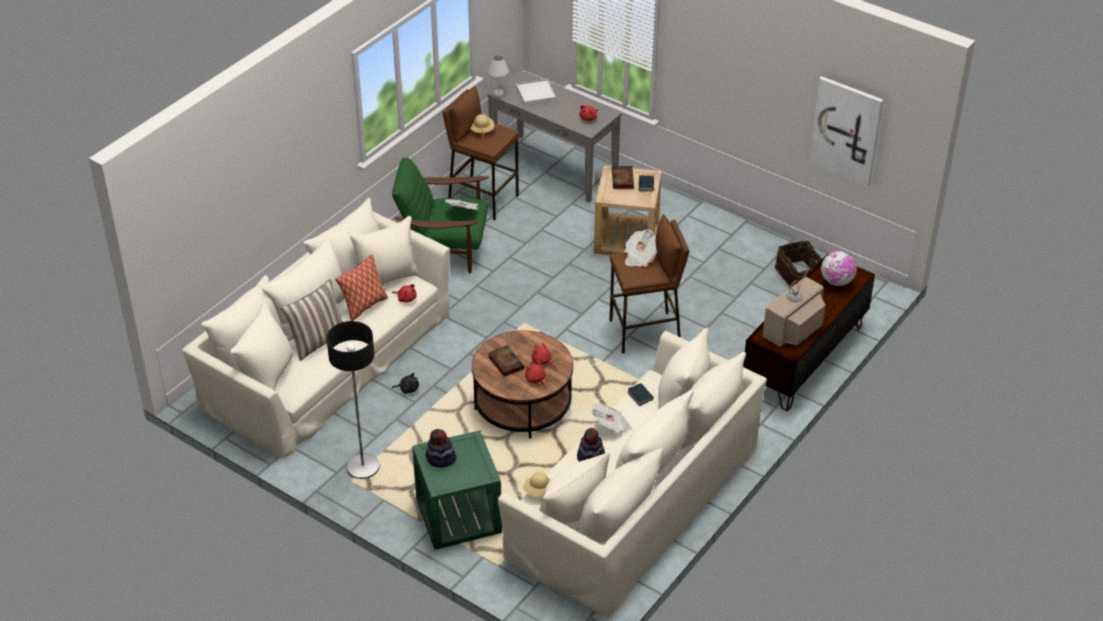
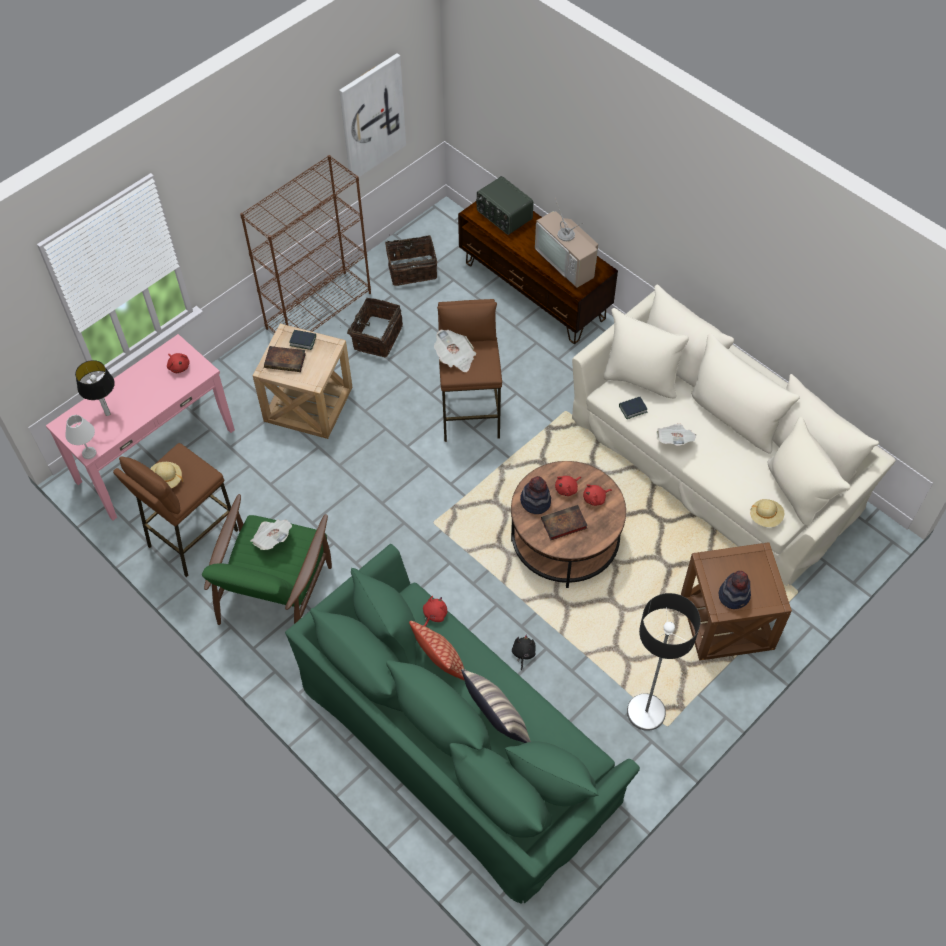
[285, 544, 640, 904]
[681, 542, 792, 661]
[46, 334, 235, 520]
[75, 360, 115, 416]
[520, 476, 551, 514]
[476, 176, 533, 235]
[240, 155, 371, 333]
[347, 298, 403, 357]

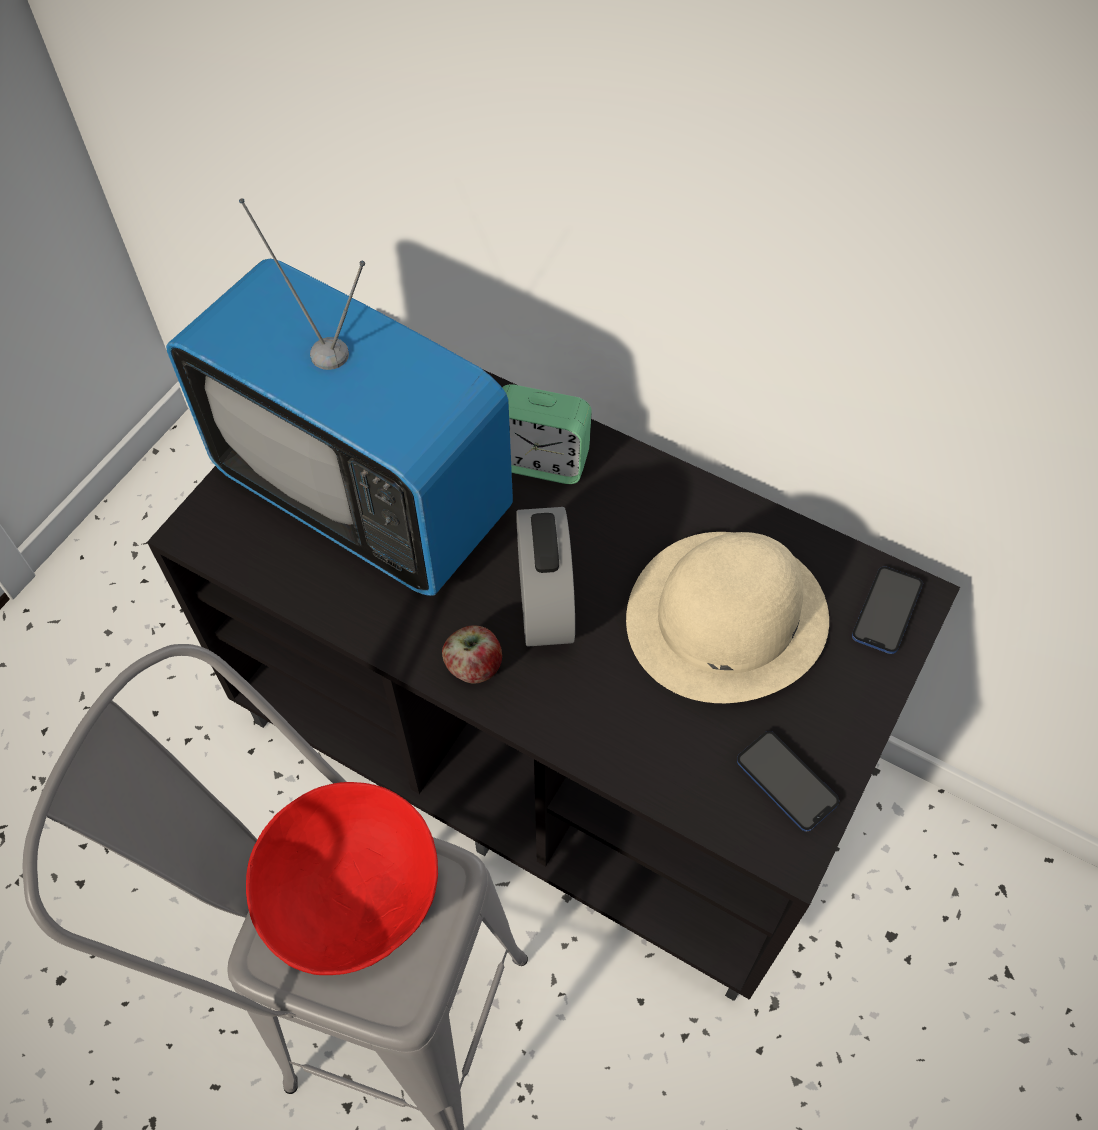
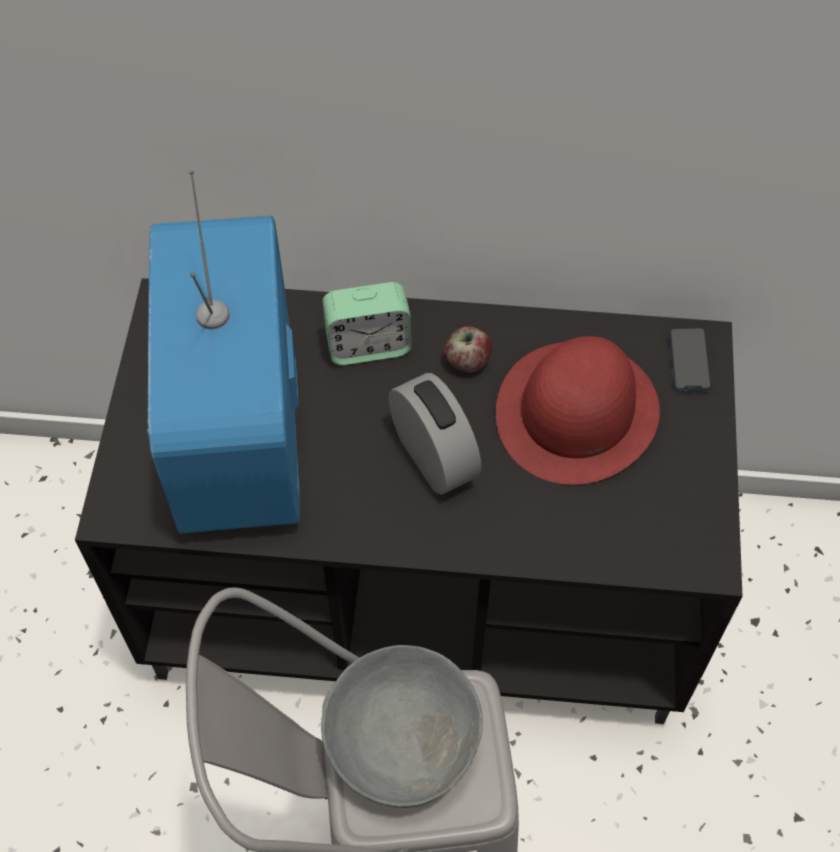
[147, 171, 300, 534]
[321, 645, 483, 808]
[445, 326, 492, 372]
[496, 336, 660, 485]
[737, 731, 839, 831] (first image)

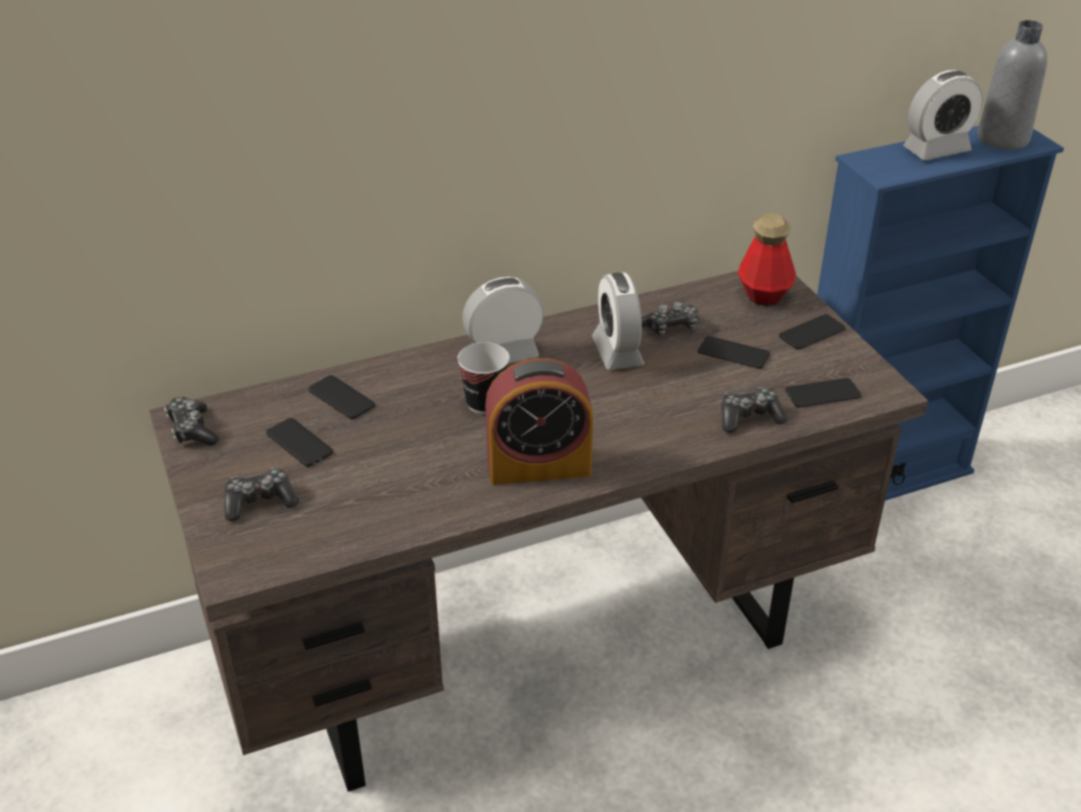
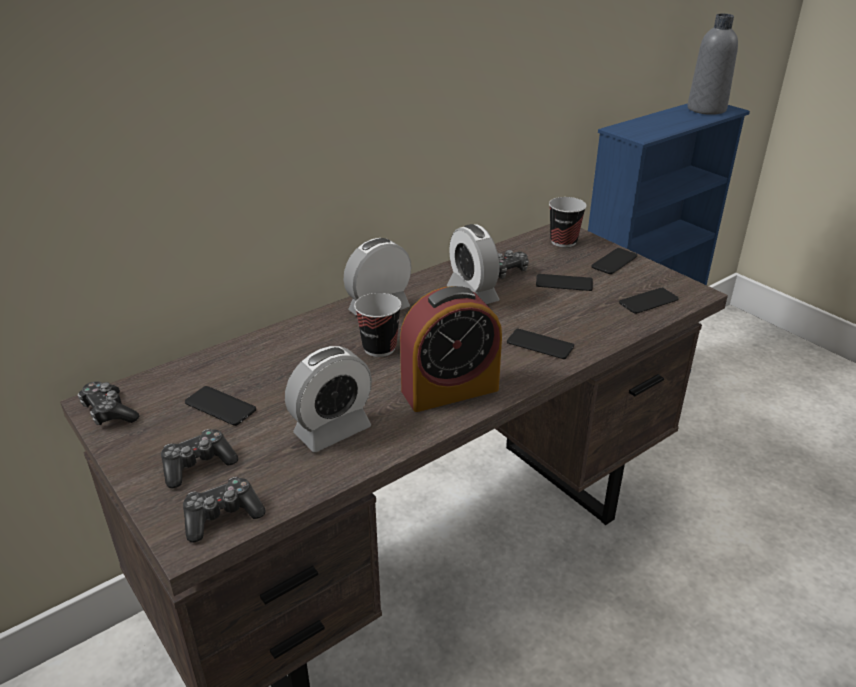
[507, 328, 574, 359]
[183, 477, 265, 543]
[549, 197, 587, 247]
[285, 346, 372, 452]

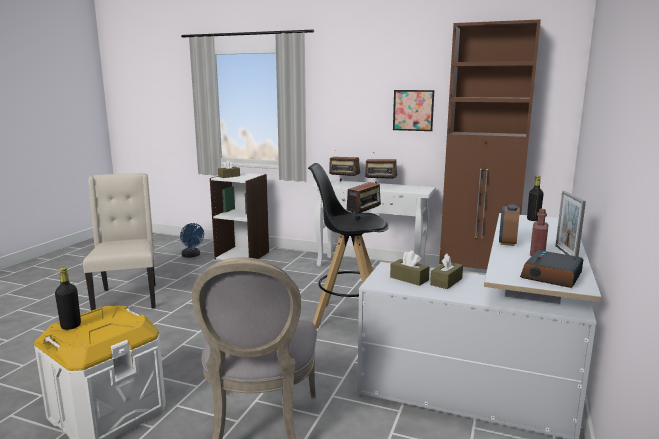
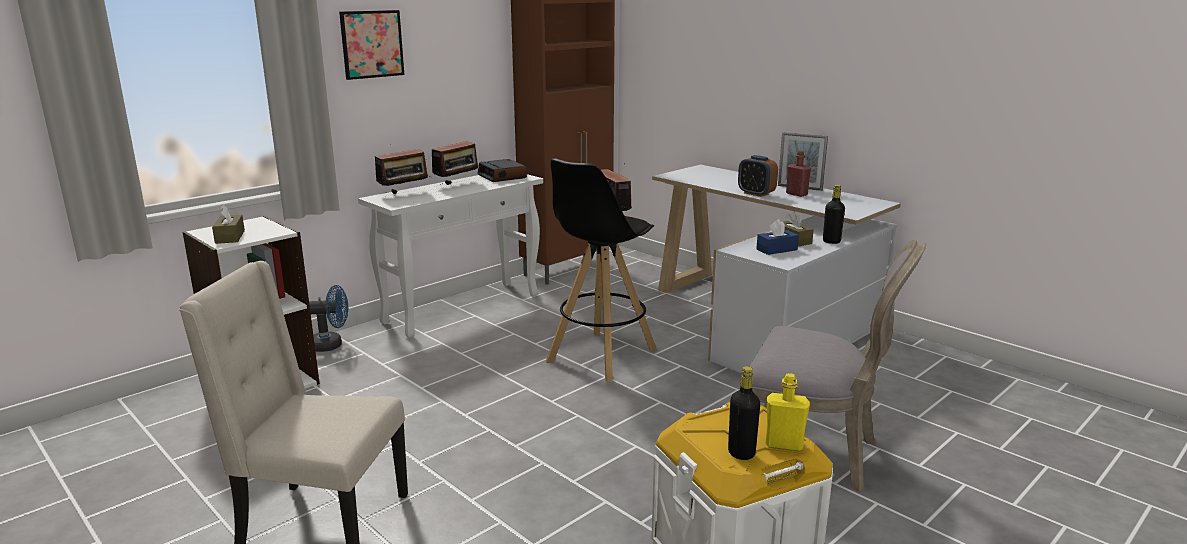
[309, 285, 348, 352]
[756, 219, 799, 255]
[339, 10, 404, 80]
[477, 159, 527, 182]
[823, 185, 845, 244]
[765, 373, 810, 451]

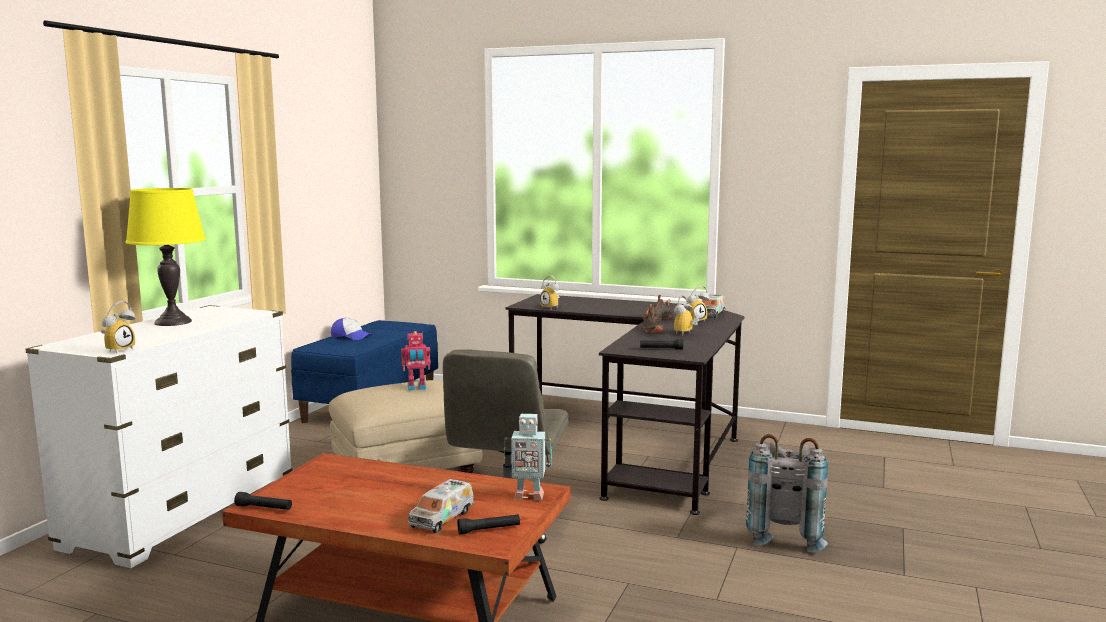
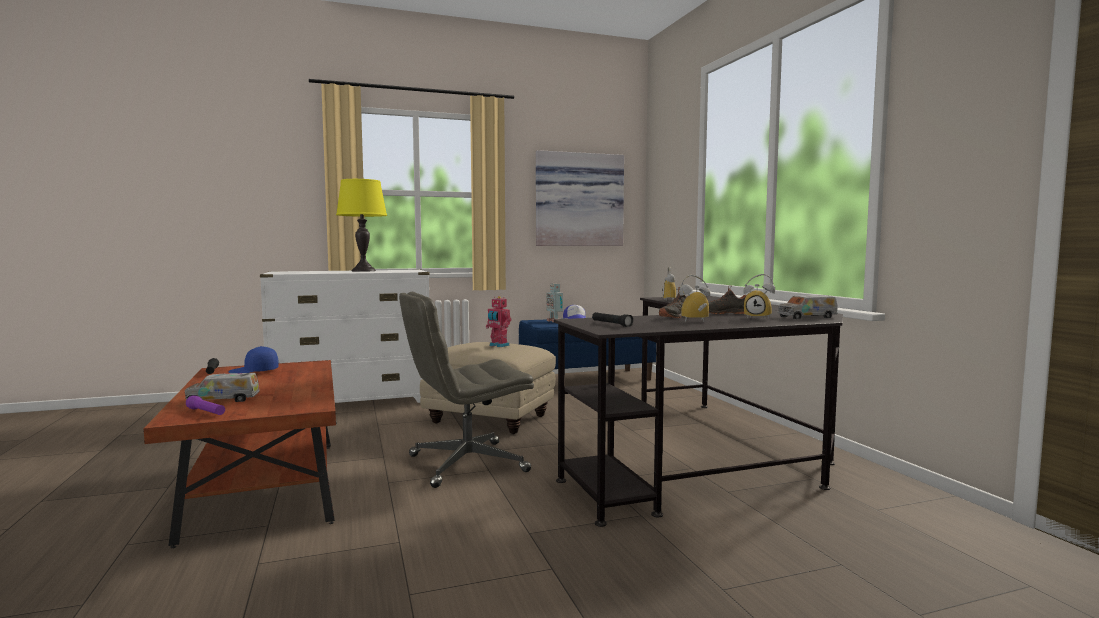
[100, 301, 135, 353] (first image)
[186, 395, 225, 415]
[546, 284, 563, 322]
[746, 434, 828, 552] (first image)
[228, 346, 279, 373]
[536, 150, 624, 246]

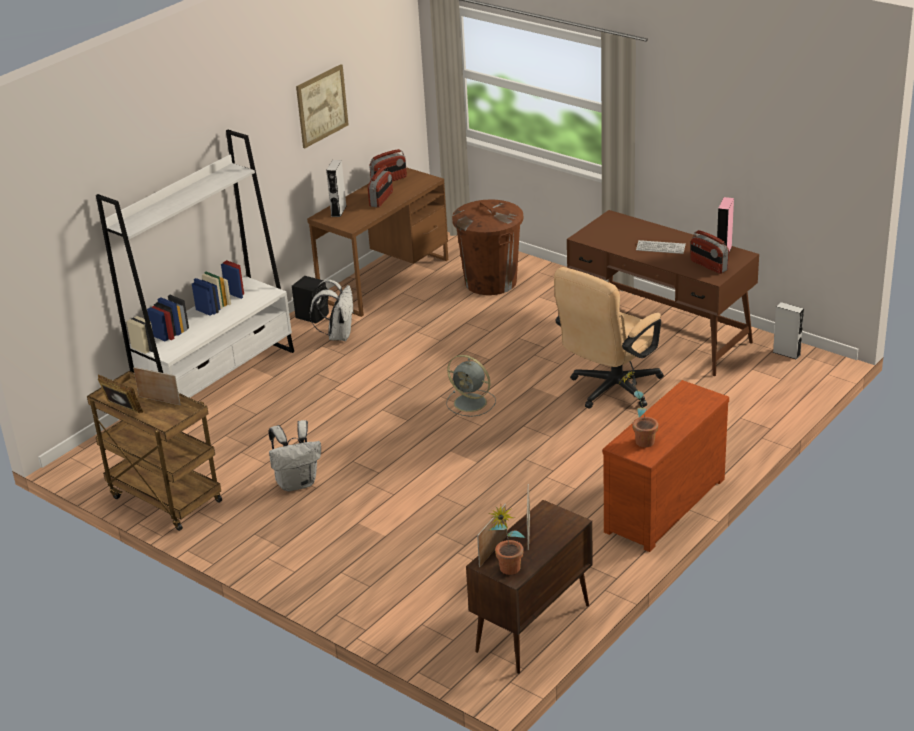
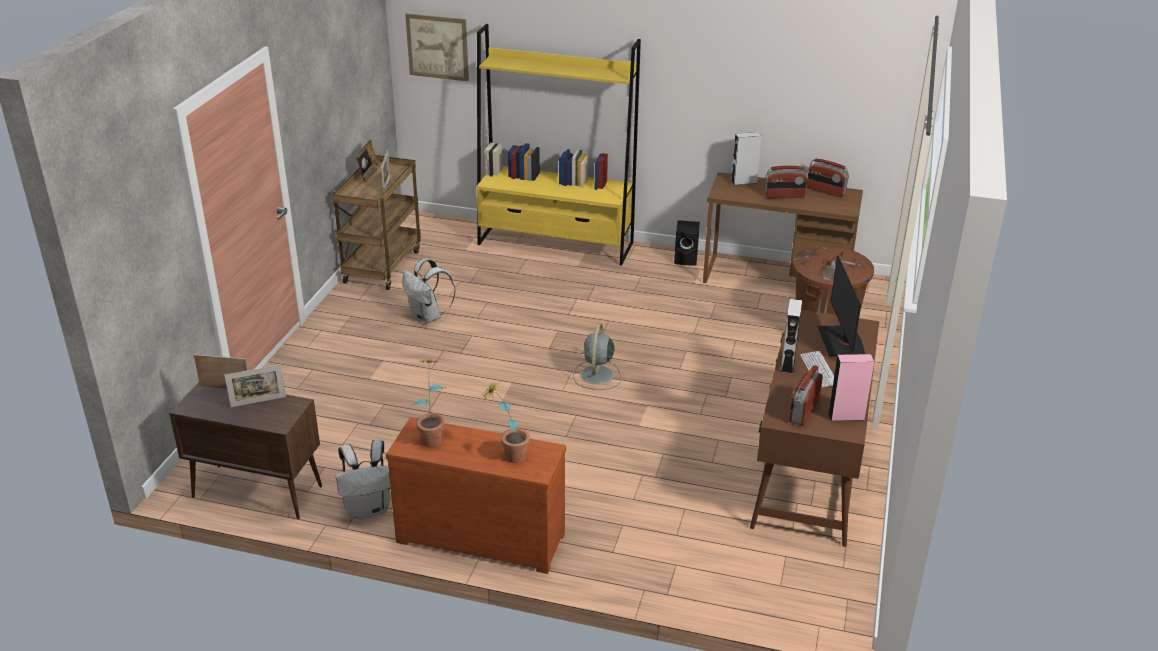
[477, 24, 641, 265]
[405, 13, 469, 81]
[336, 440, 391, 519]
[483, 381, 530, 463]
[554, 267, 664, 409] (first image)
[780, 299, 802, 374]
[817, 256, 865, 356]

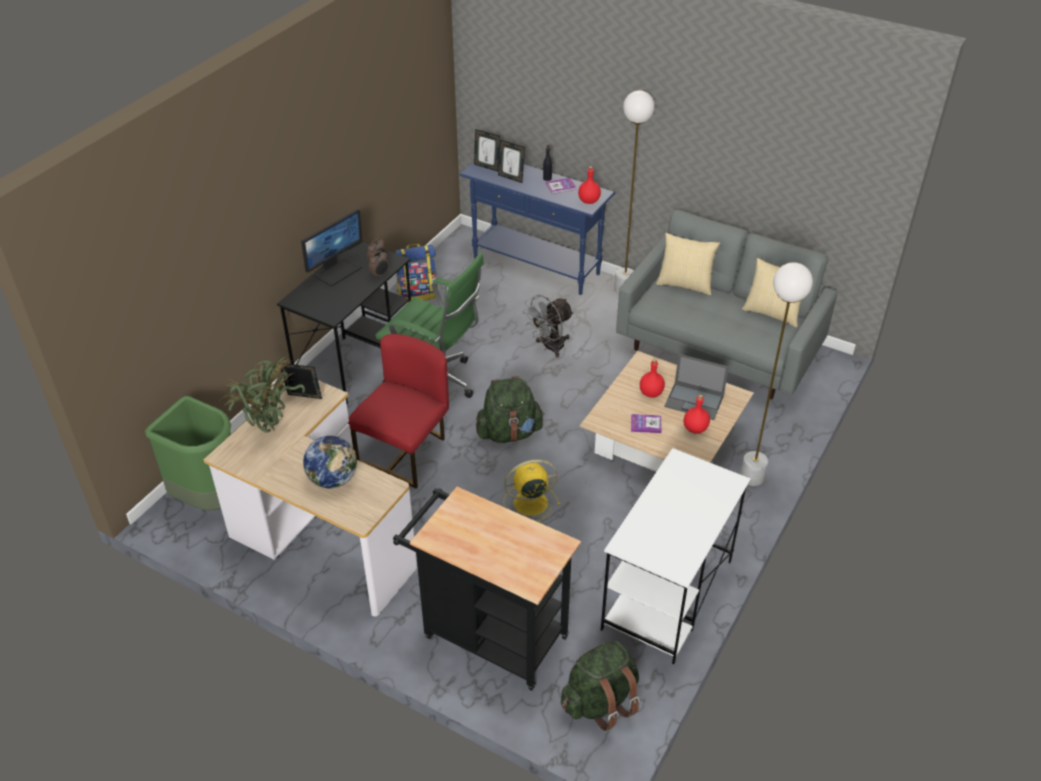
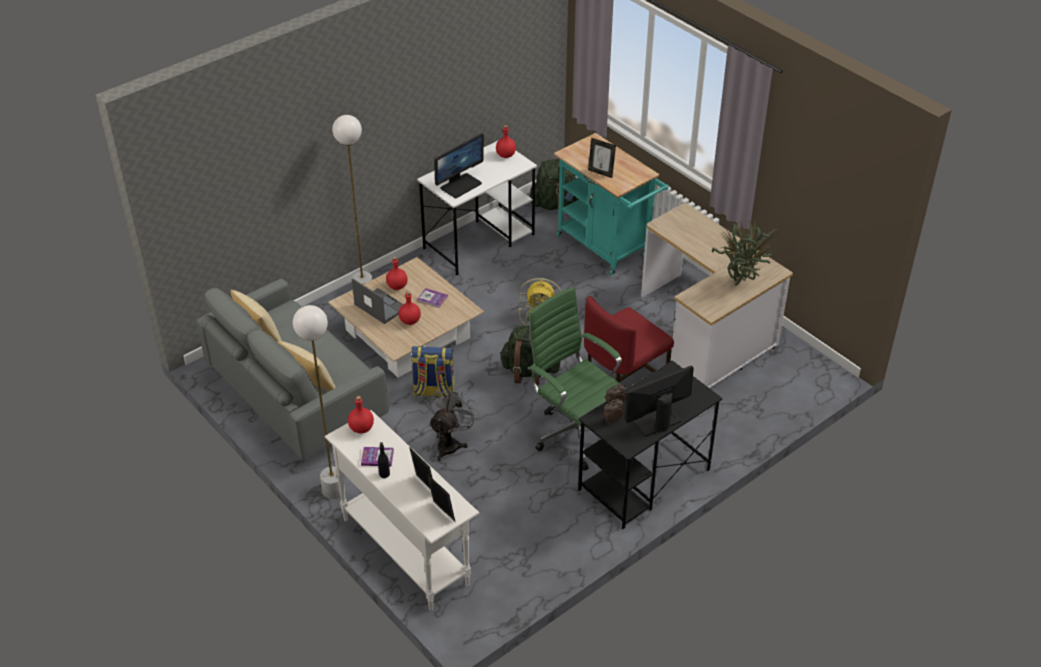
[145, 396, 231, 511] (first image)
[588, 138, 616, 178]
[303, 436, 357, 488] (first image)
[554, 133, 669, 276]
[411, 346, 454, 398]
[325, 410, 479, 611]
[429, 385, 479, 461]
[434, 133, 484, 198]
[496, 125, 516, 158]

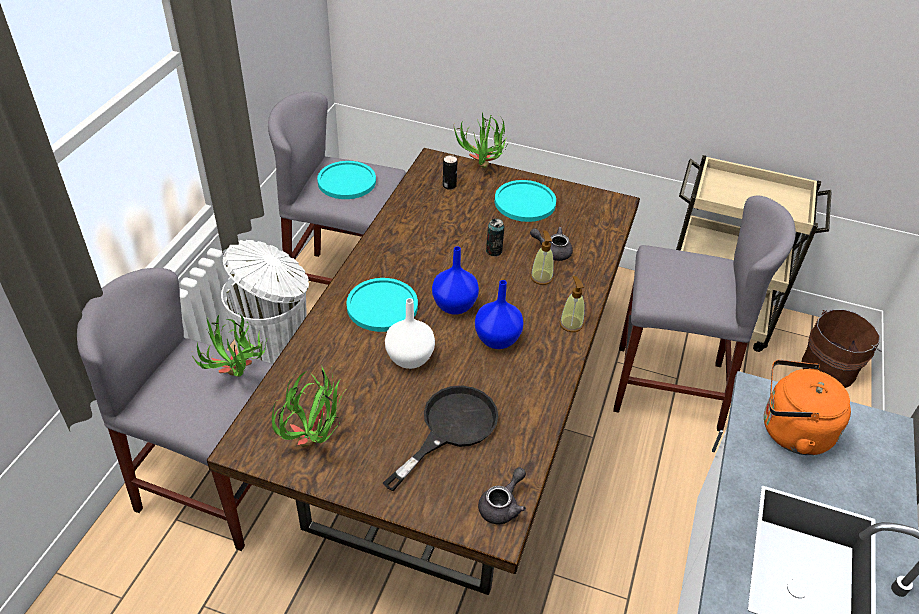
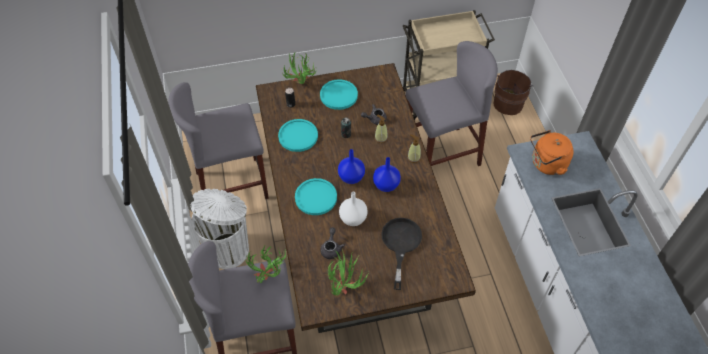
[278, 119, 318, 152]
[320, 227, 345, 259]

